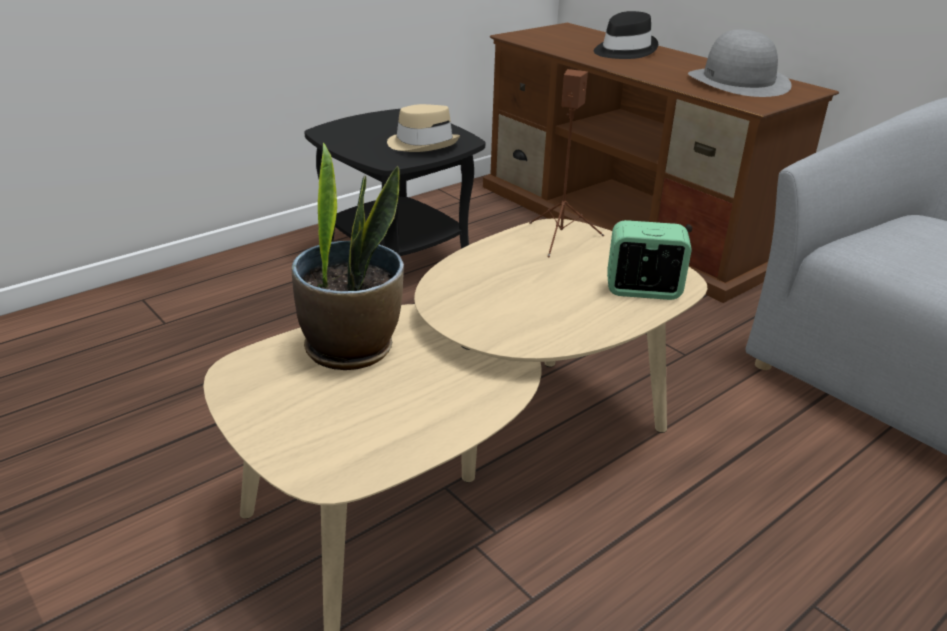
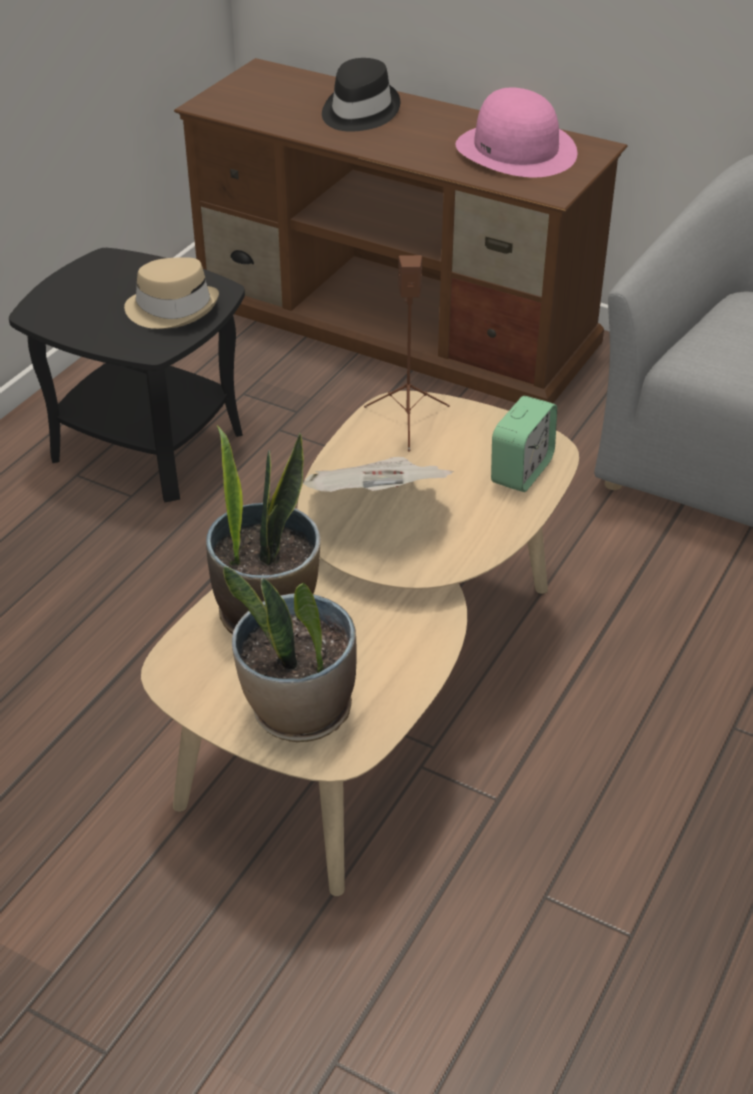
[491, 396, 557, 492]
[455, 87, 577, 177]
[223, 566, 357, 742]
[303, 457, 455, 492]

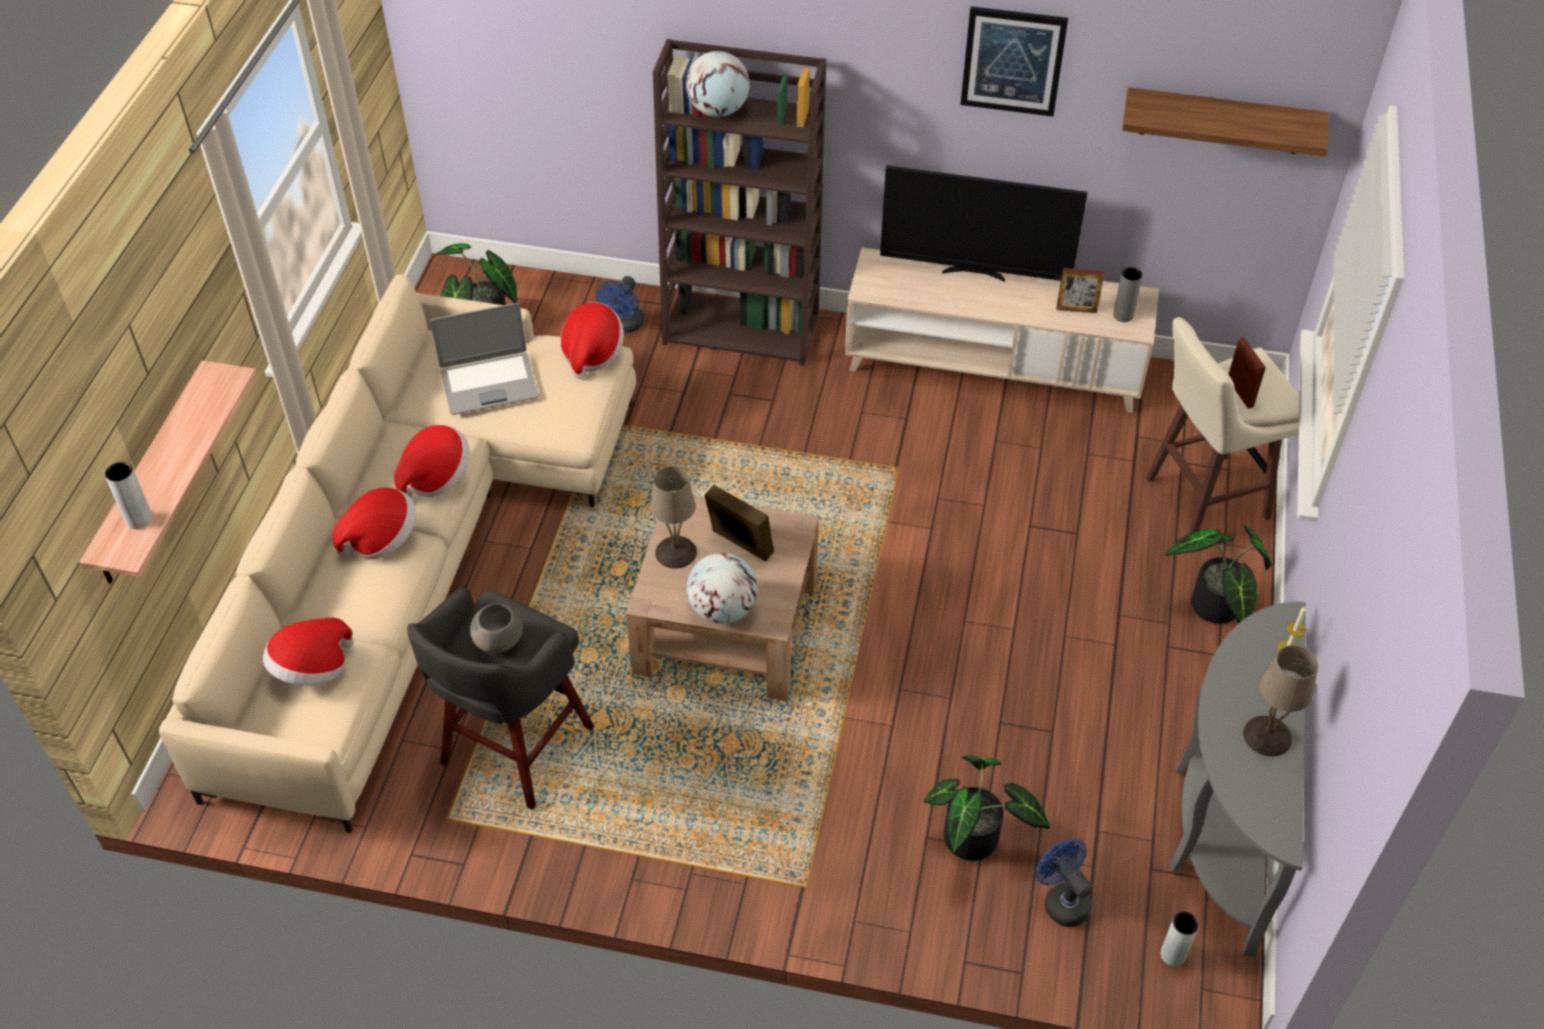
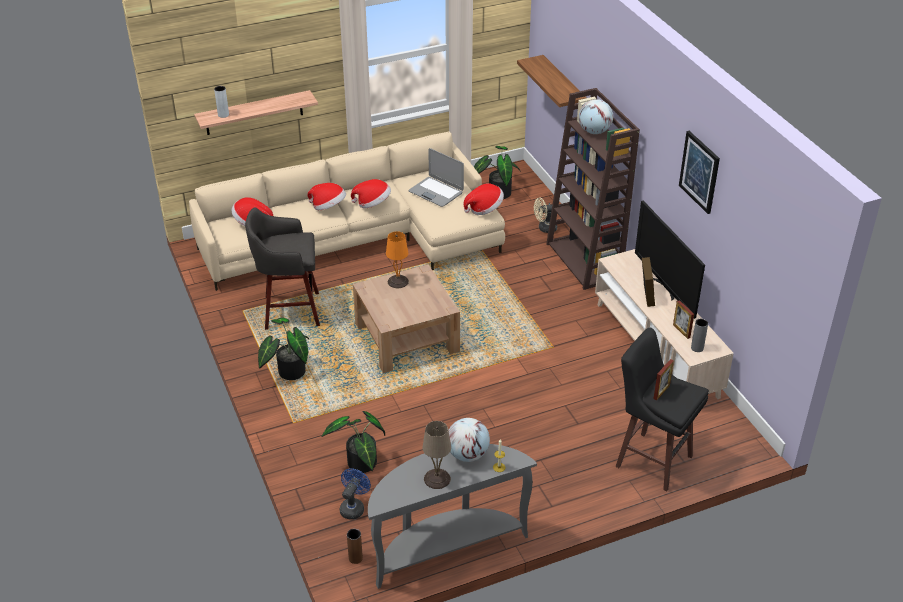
[470, 604, 523, 653] (first image)
[534, 197, 557, 233]
[386, 231, 409, 288]
[448, 418, 490, 462]
[642, 257, 655, 307]
[517, 55, 587, 107]
[616, 327, 709, 491]
[347, 529, 363, 564]
[258, 318, 309, 380]

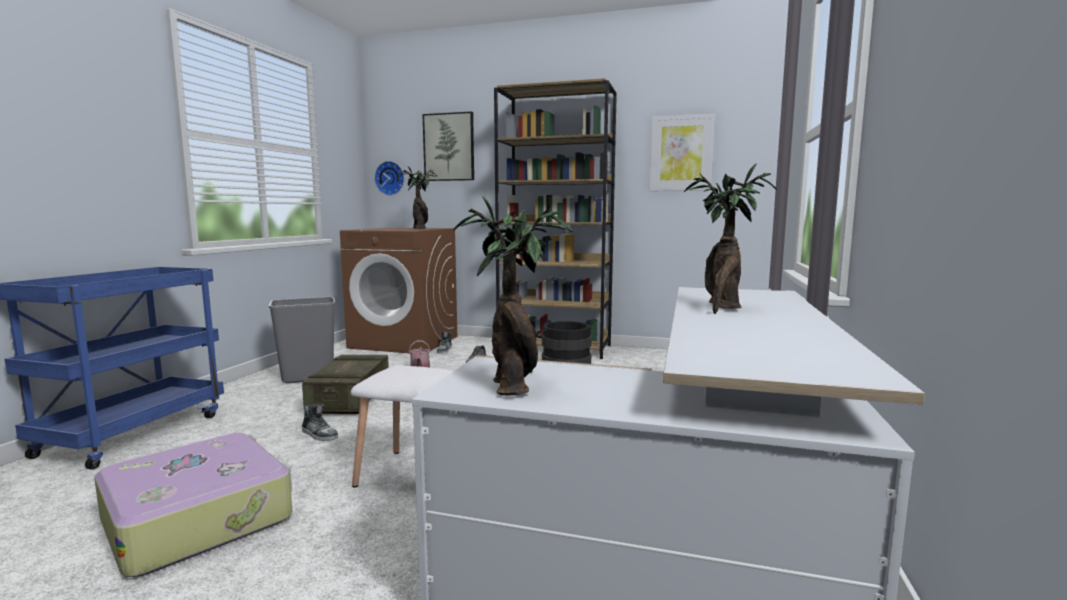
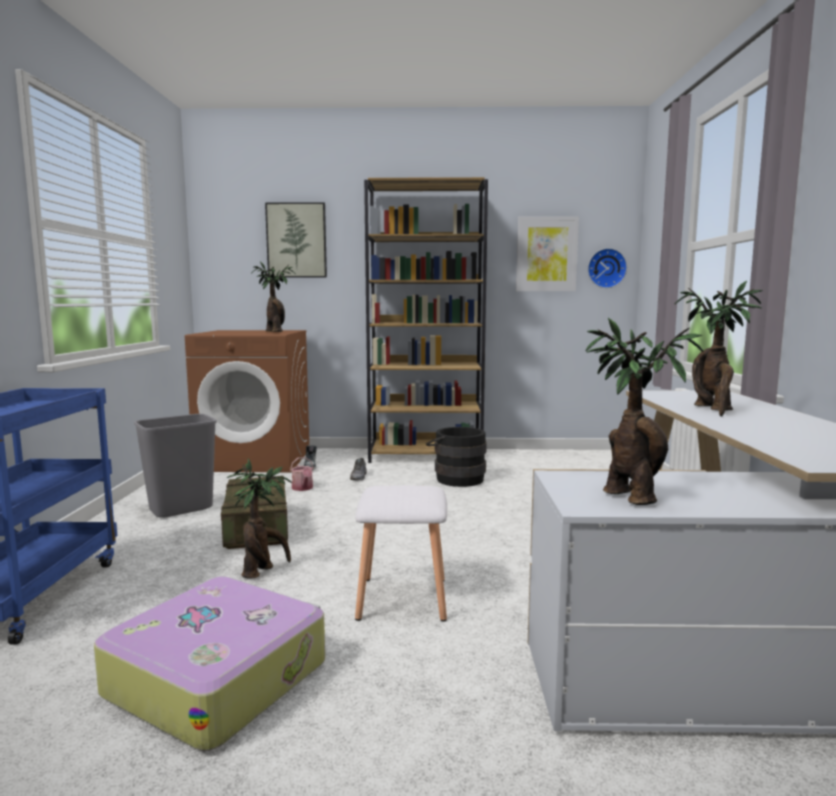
[227, 458, 292, 579]
[588, 248, 627, 288]

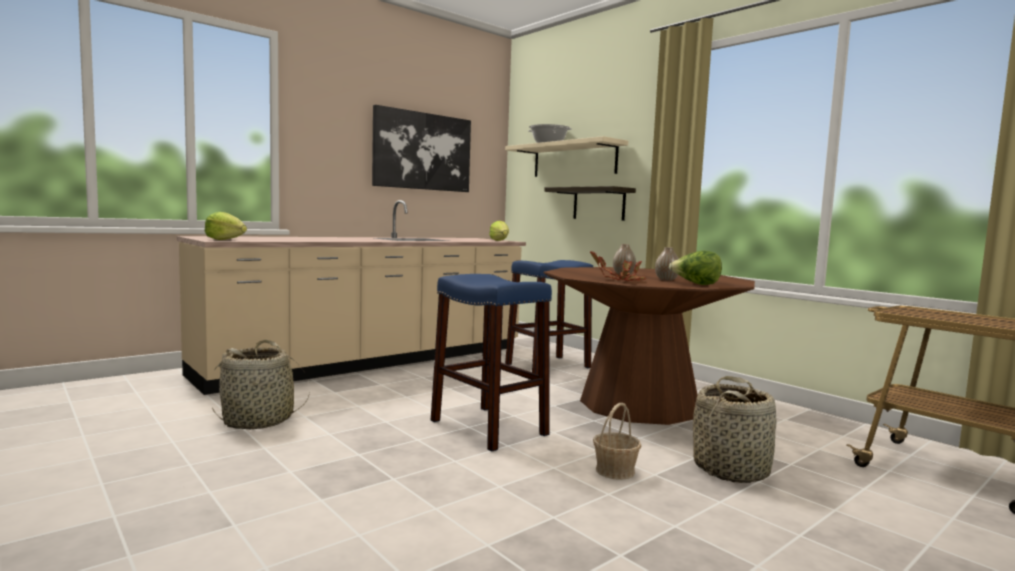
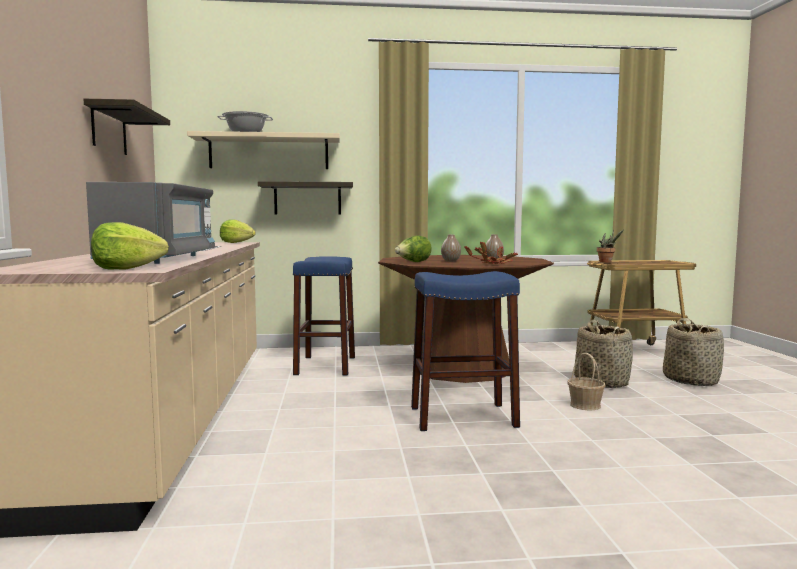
[663, 318, 724, 386]
[84, 99, 170, 155]
[395, 235, 432, 262]
[86, 182, 215, 264]
[597, 229, 624, 263]

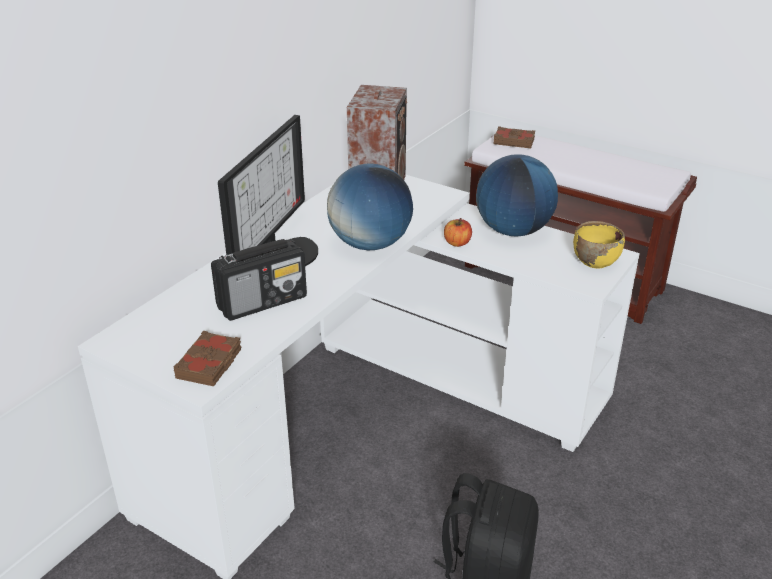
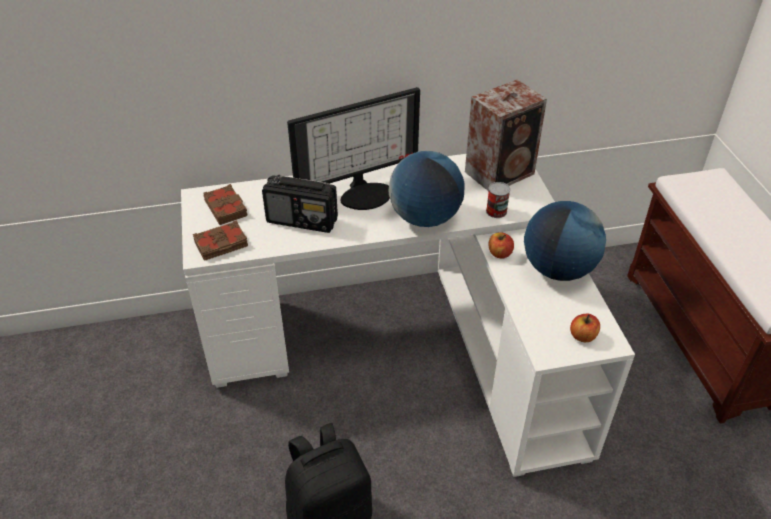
[203, 184, 248, 225]
[570, 314, 600, 342]
[486, 182, 510, 218]

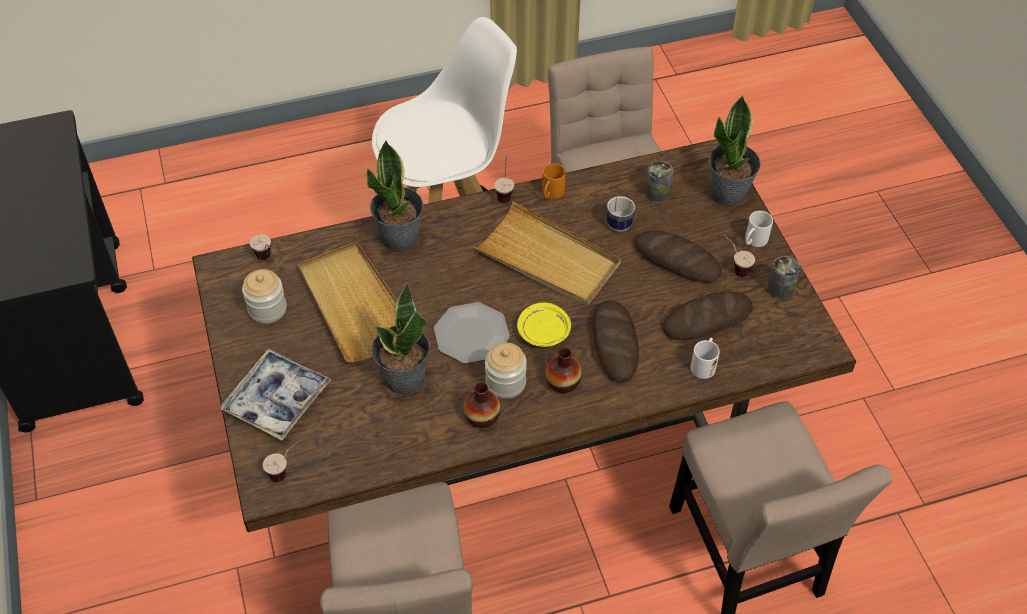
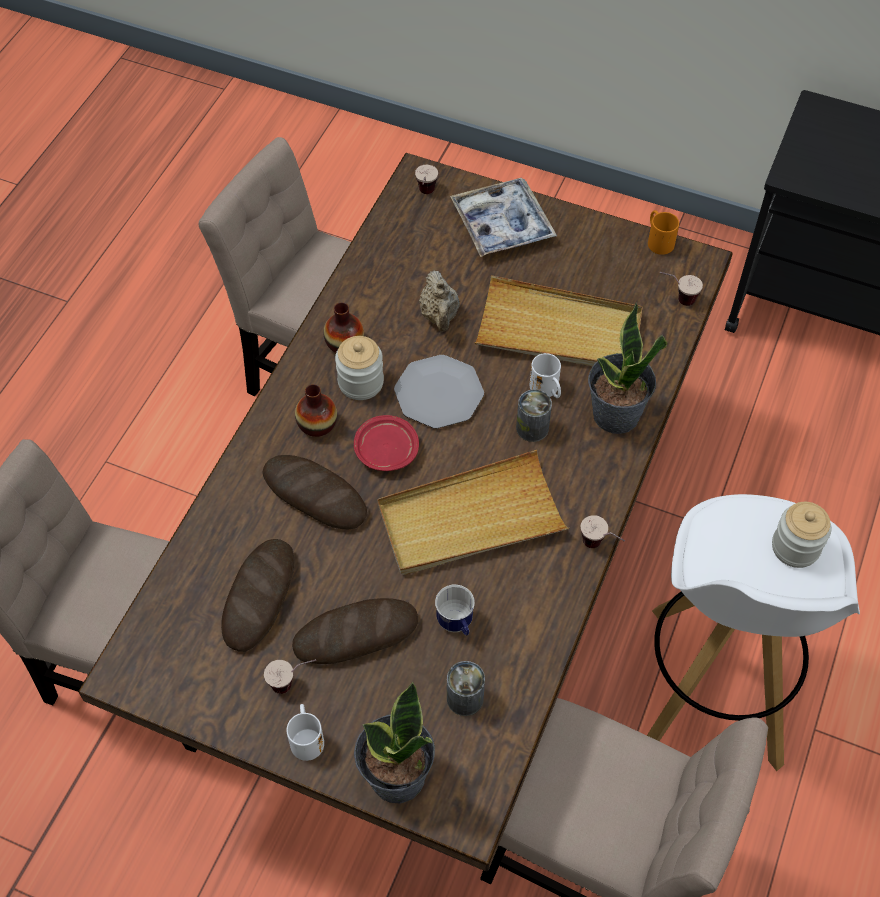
[772, 502, 832, 568]
[419, 270, 460, 332]
[354, 415, 419, 471]
[648, 210, 679, 255]
[530, 353, 561, 398]
[516, 389, 552, 442]

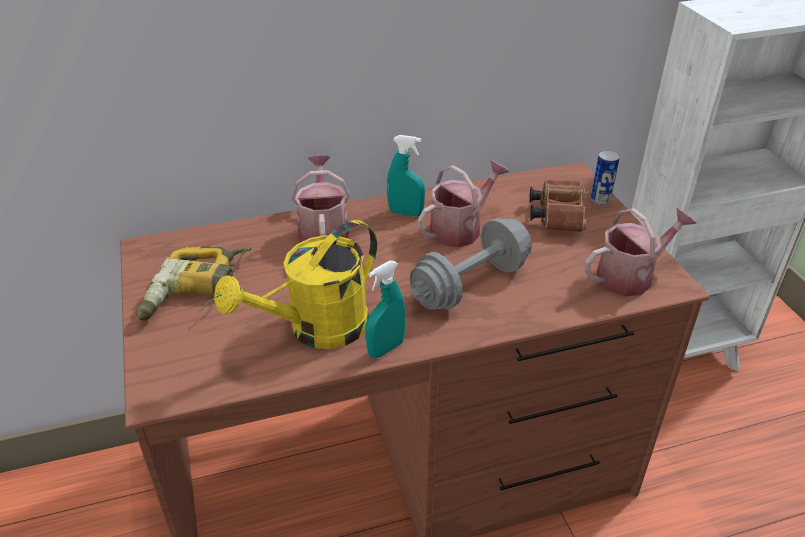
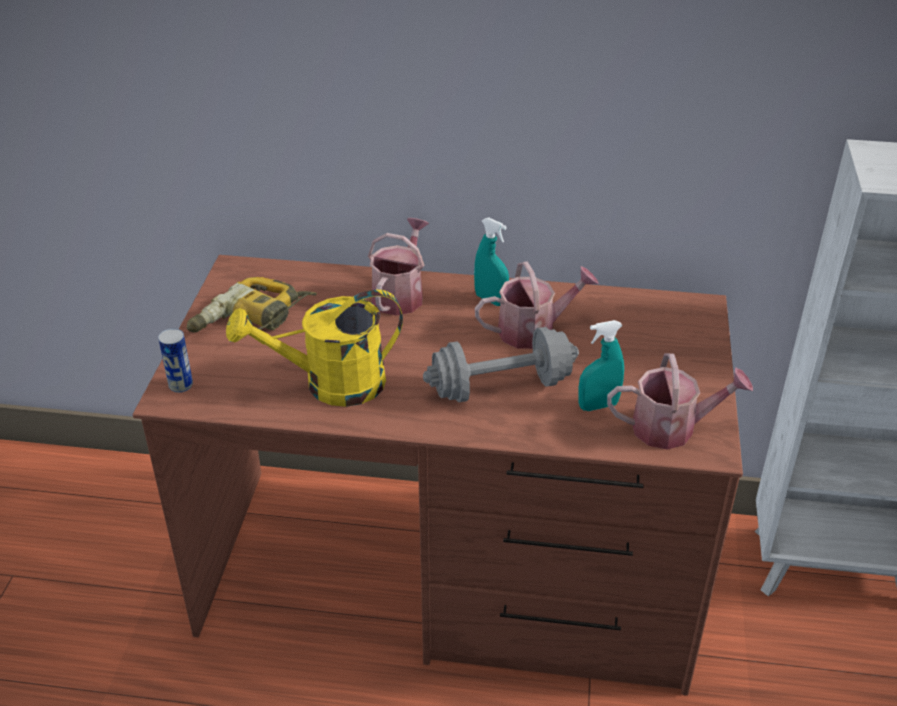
[578, 320, 624, 411]
[529, 180, 589, 232] (first image)
[158, 328, 193, 393]

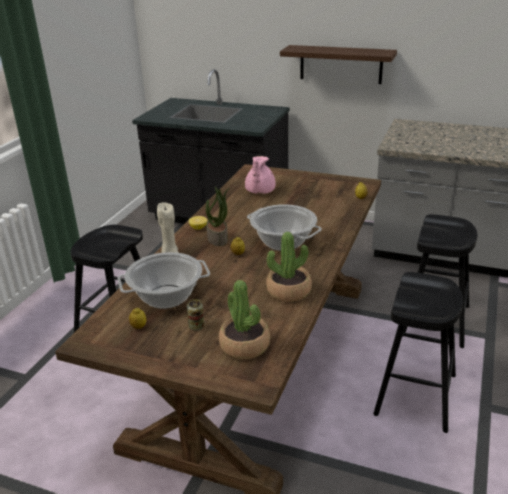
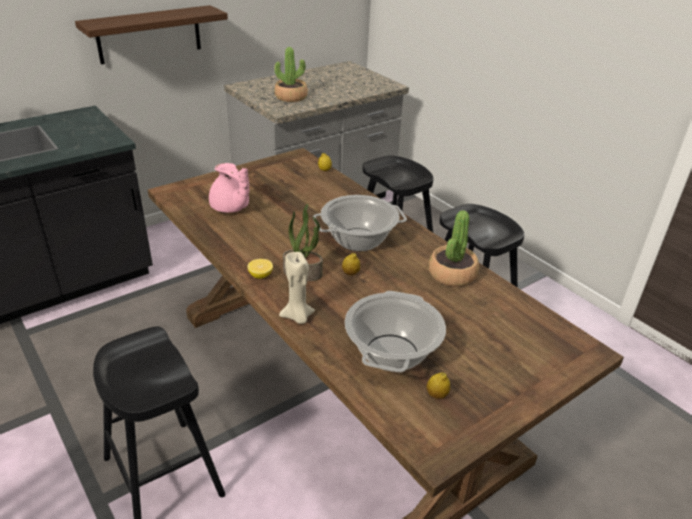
[187, 299, 204, 330] (first image)
[274, 47, 308, 102]

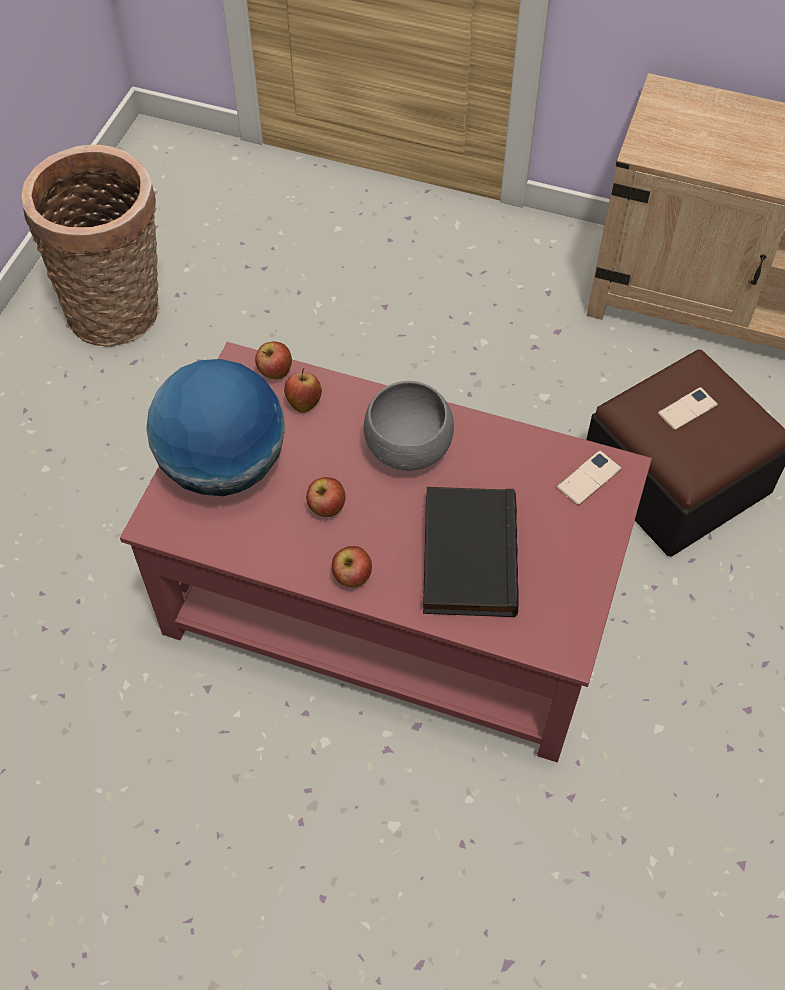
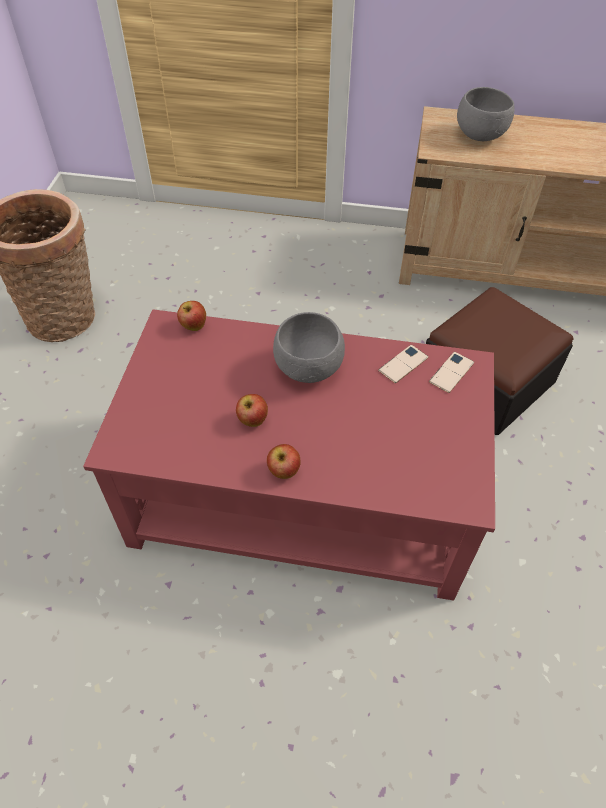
[146, 359, 285, 496] (first image)
[284, 368, 322, 413] (first image)
[423, 487, 519, 617] (first image)
[378, 345, 428, 383]
[457, 87, 515, 141]

